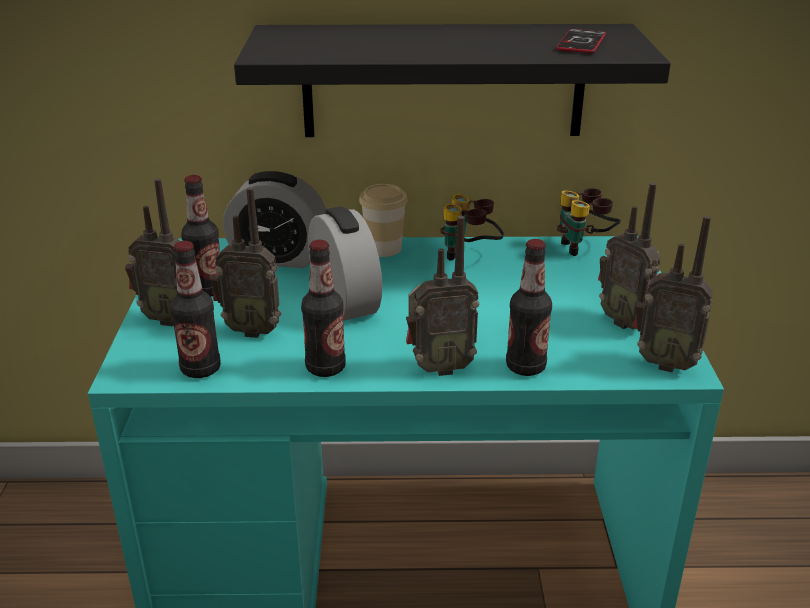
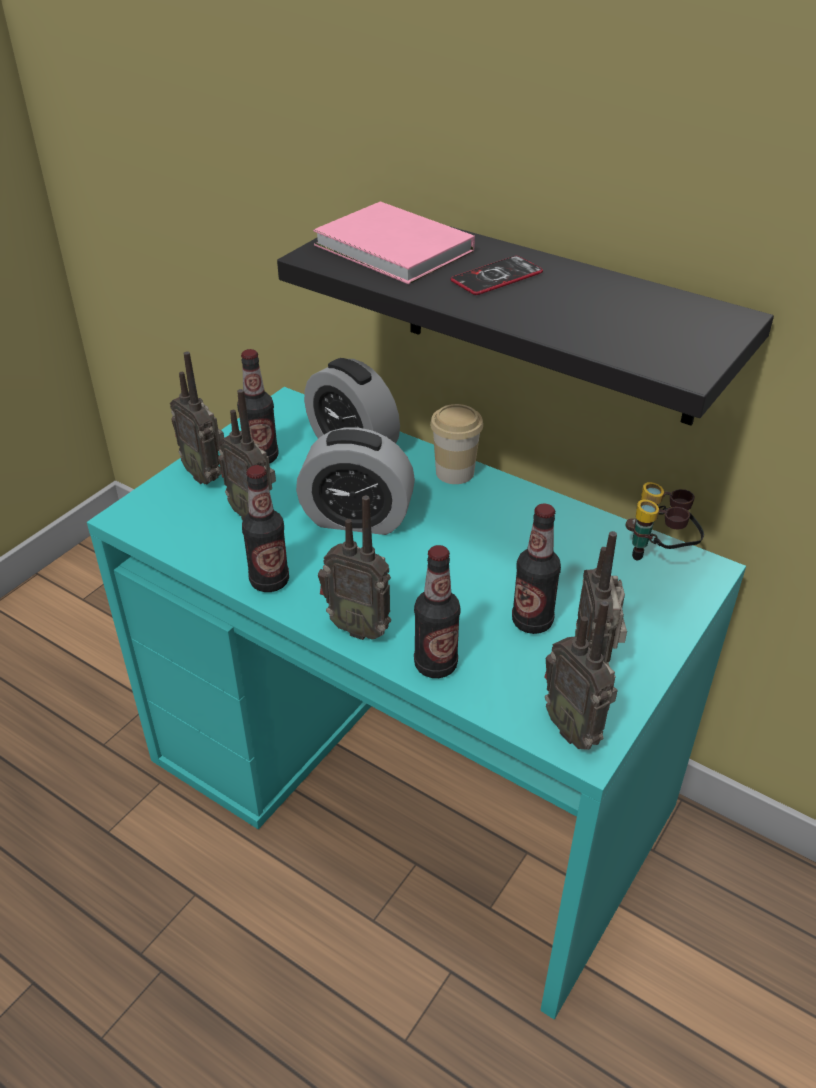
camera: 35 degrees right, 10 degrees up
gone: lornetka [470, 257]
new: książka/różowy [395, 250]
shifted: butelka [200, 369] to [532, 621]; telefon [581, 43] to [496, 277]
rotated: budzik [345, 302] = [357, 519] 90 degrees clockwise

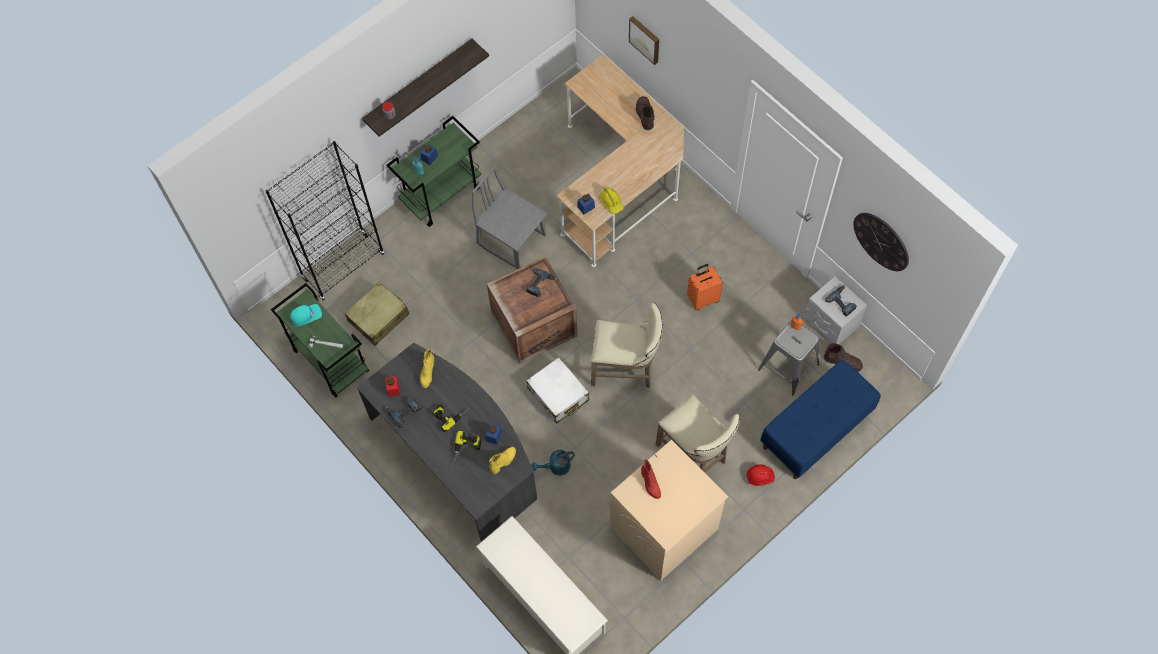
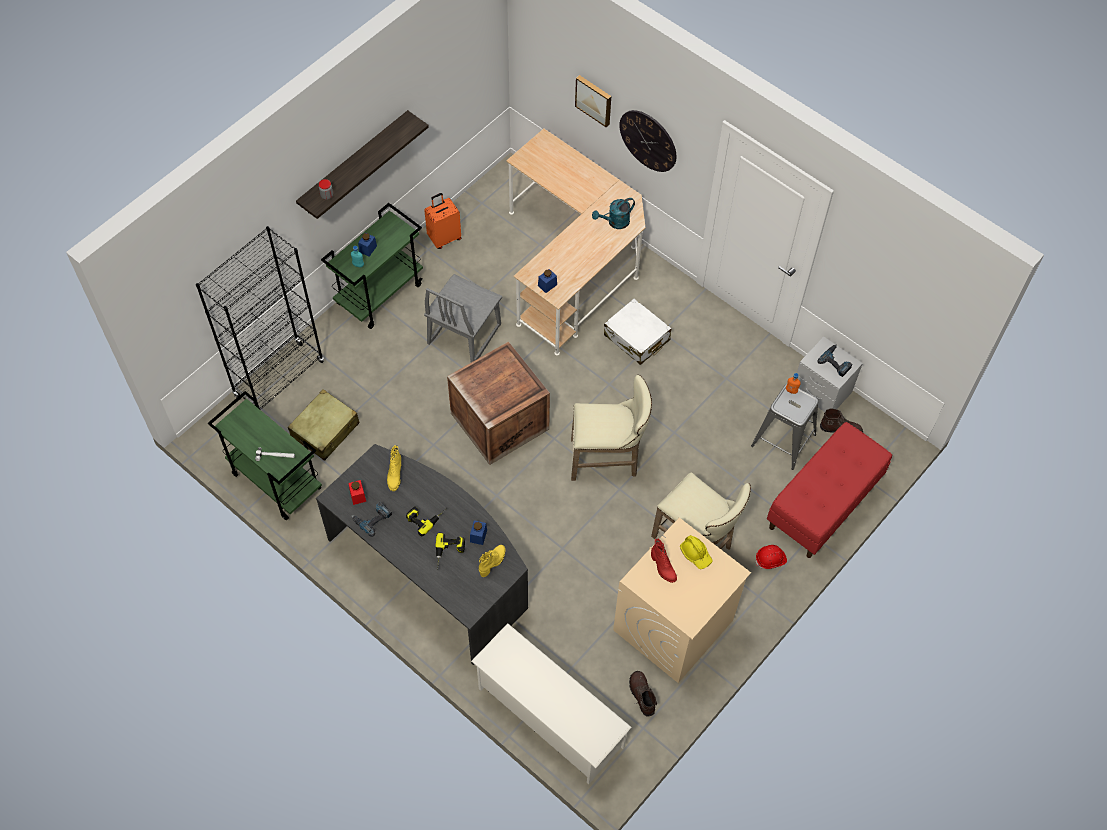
camera: 10 degrees left, 5 degrees down
gone: czapka z daszkiem/turkusowy [306, 315]; wiertarka [541, 284]
shifted: walizka/biały [558, 394] to [636, 338]; konewka/turkusowy [556, 467] to [615, 222]; kask/żółty [611, 202] to [696, 554]; but z cholewką/brązowy [644, 115] to [641, 695]; walizka/pomarańczowy [703, 298] to [444, 238]; zegar ścienny [881, 241] to [648, 140]
repainted: ławka/niebieski [816, 430] to ławka/czerwony [823, 504]
rotated: krzesło/szary [512, 239] = [463, 334] 90 degrees counterclockwise

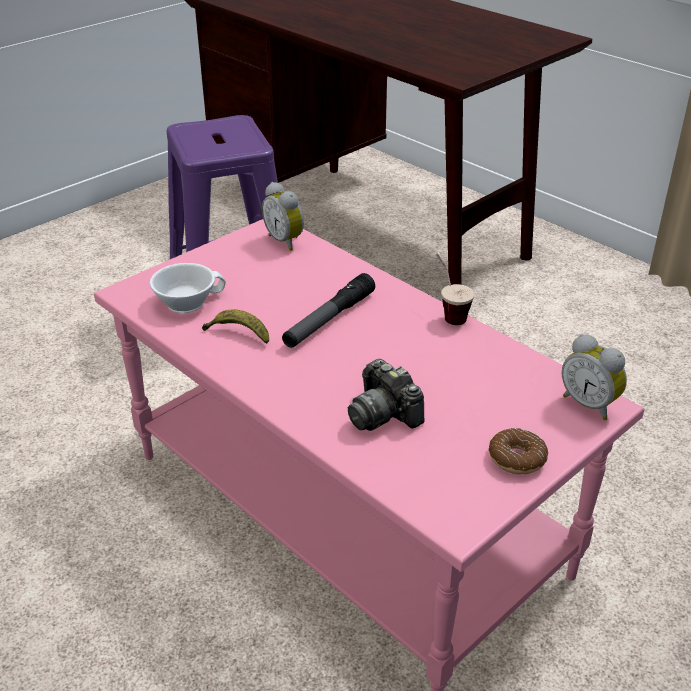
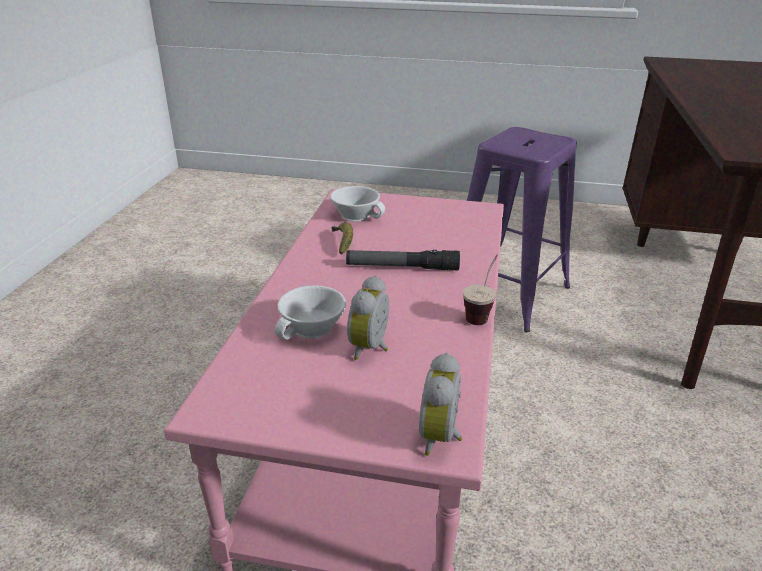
camera: 55 degrees right, 5 degrees down
gone: donut [517, 458]
shifted: budzik [286, 241] to [372, 348]
swapped: aparat fotograficzny [383, 413] to filiżanka/biały [313, 329]

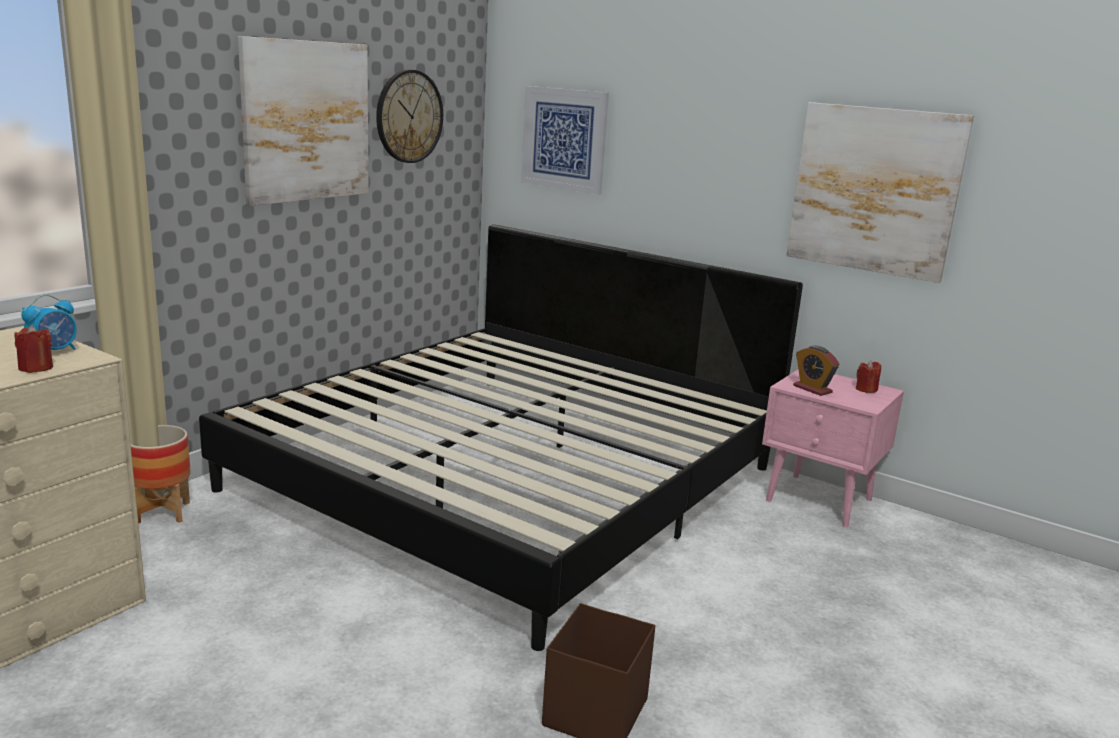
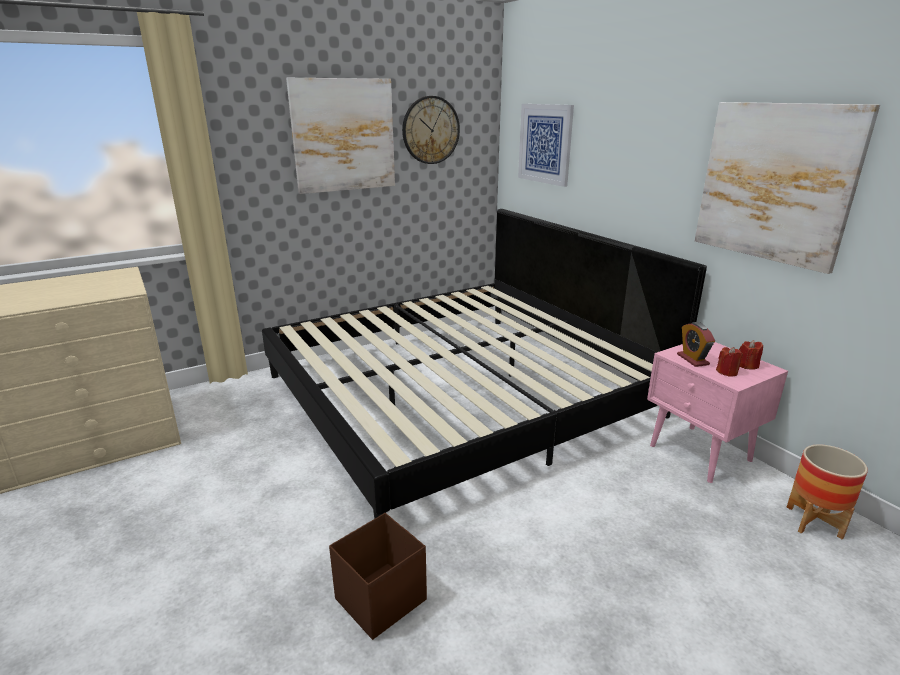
camera: 25 degrees right, 5 degrees up
gone: budzik [54, 351]
shifted: świeca/czerwony [36, 368] to [727, 372]; donica [162, 513] to [813, 522]

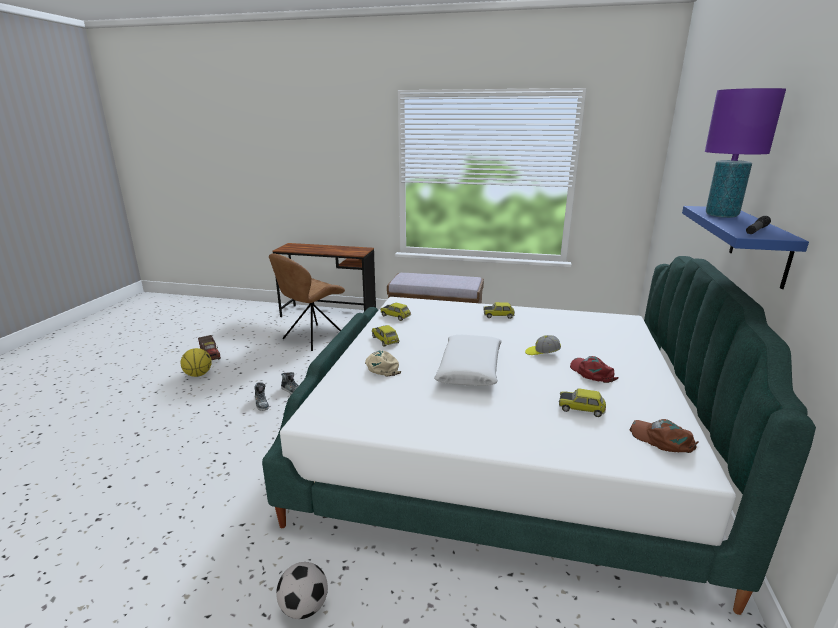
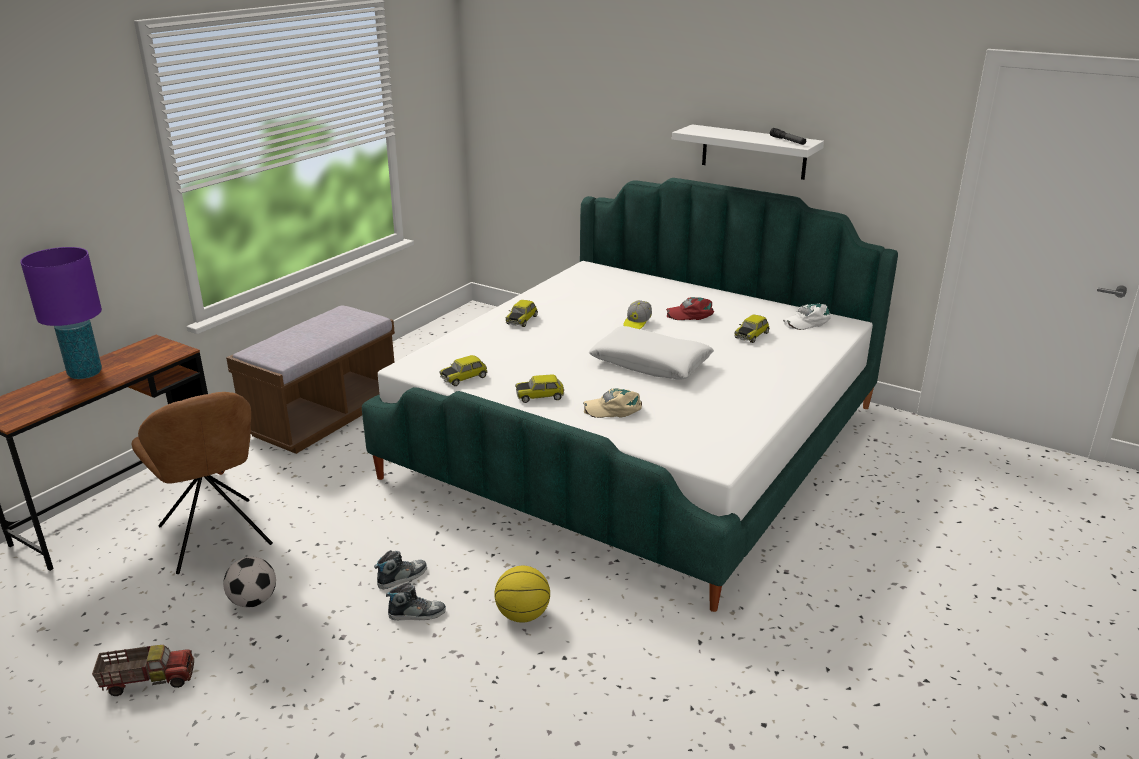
camera: 70 degrees left, 5 degrees up
shifted: piłka do koszykówki [198, 374] to [522, 615]; piłka futbolowa [304, 607] to [253, 601]; lampa stołowa/fioletowy [722, 215] to [85, 373]
repainted: czapka z daszkiem/brązowy [662, 439] to czapka z daszkiem/biały [806, 322]; półka/niebieski [759, 245] to półka/biały [753, 152]

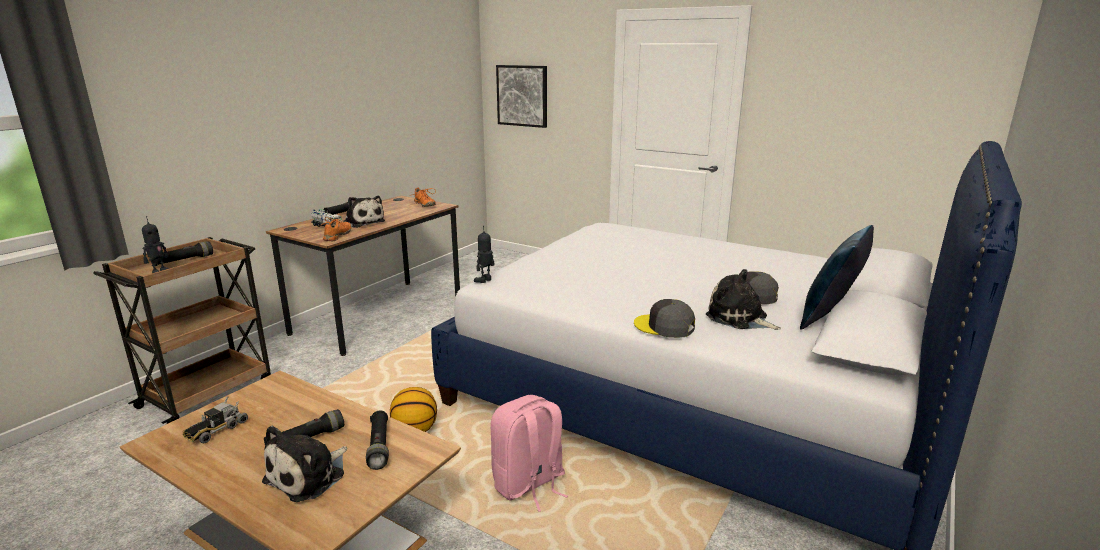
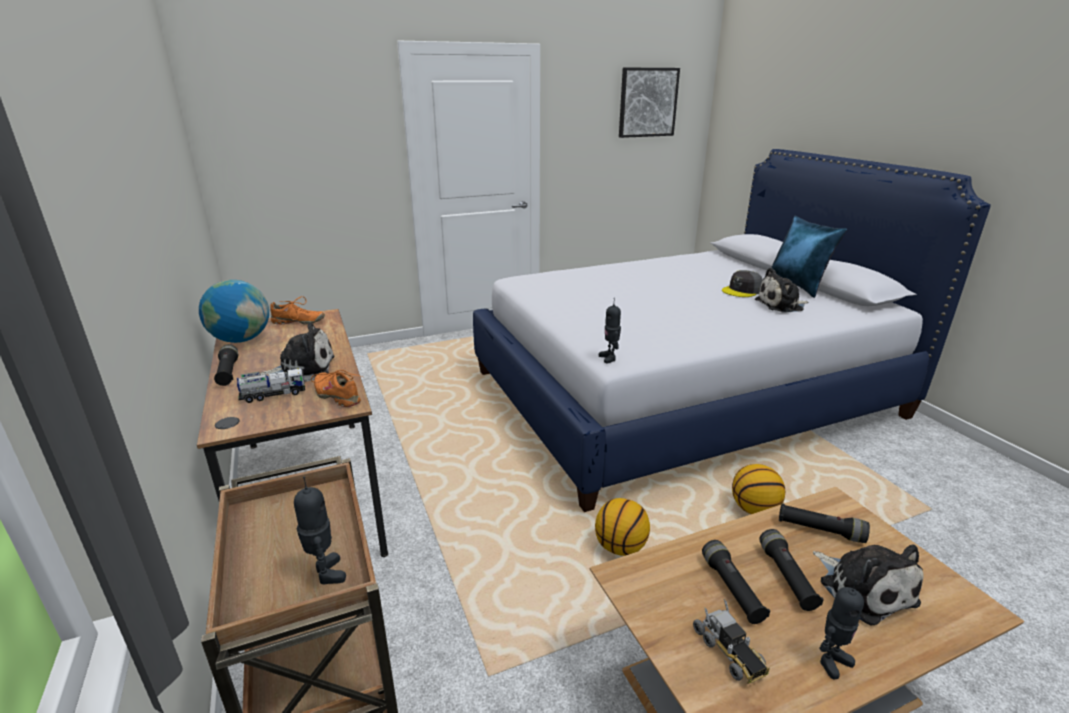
camera: 55 degrees left, 5 degrees up
gone: czapka z daszkiem/szary [664, 326]
new: globus [241, 339]; robot zabawkowy [831, 661]
shifted: latarka/czarny [184, 260] to [731, 589]; obraz [522, 95] to [647, 102]
swapped: plecak/różowy [529, 485] to piłka do koszykówki [754, 509]

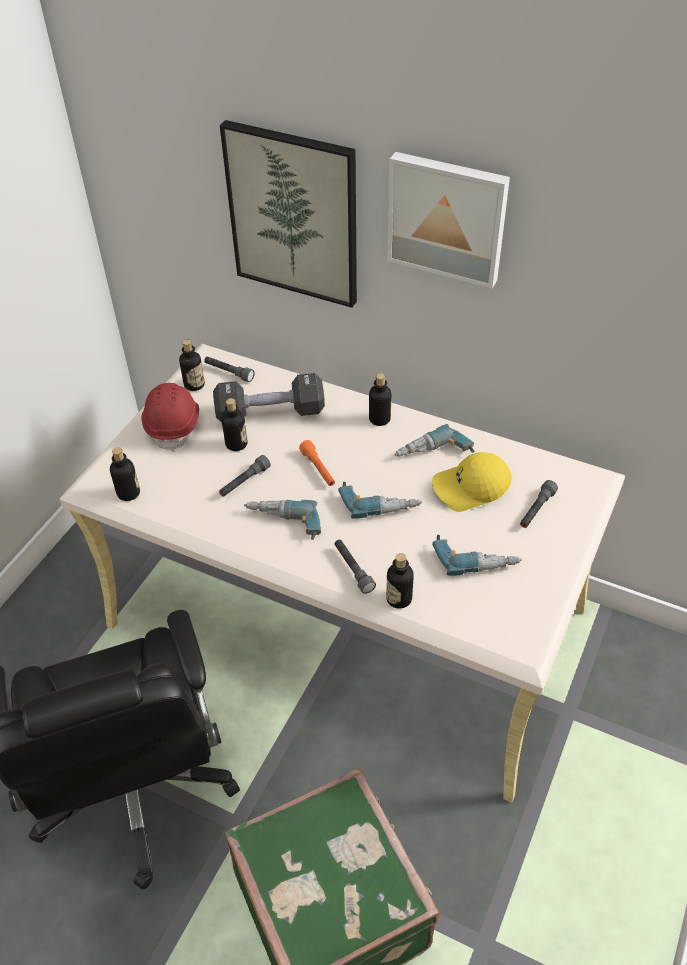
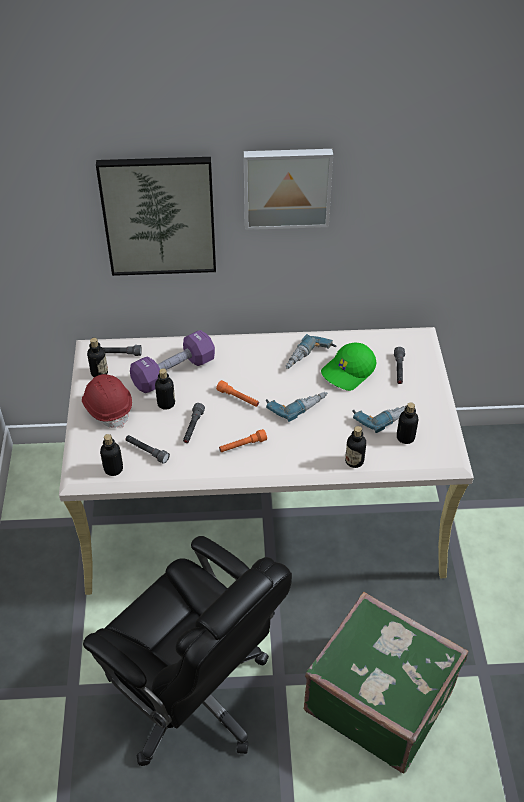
camera: 30 degrees left, 0 degrees up
shifted: latarka/szary [353, 569] to [147, 451]; butelka [379, 419] to [405, 437]
swapped: wiertarka [282, 525] to latarka/pomarańczowy [242, 446]
repainted: hantel/czarny [270, 413] to hantel/fioletowy [174, 372]; czapka z daszkiem/żółty [470, 488] to czapka z daszkiem/zielony [348, 372]

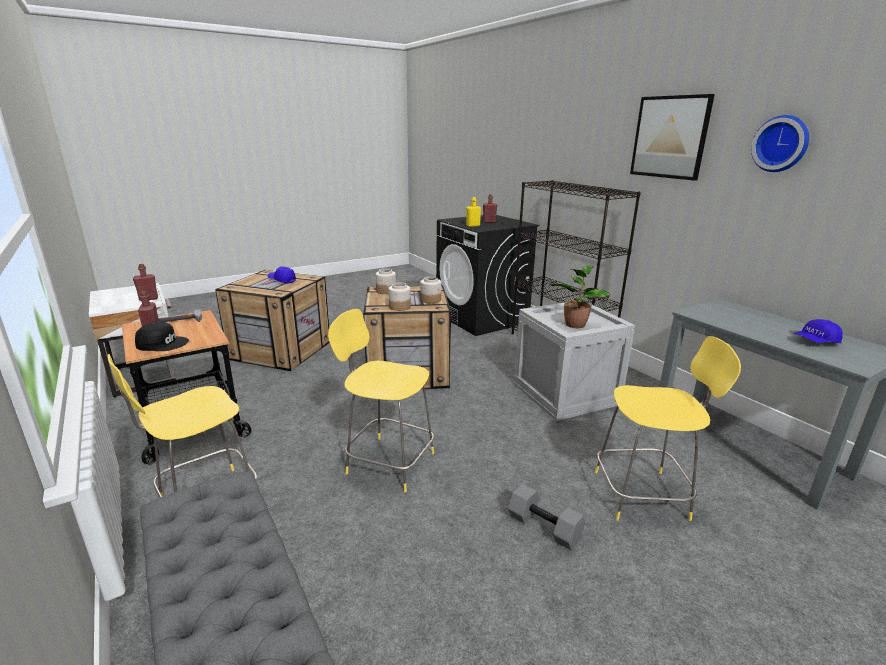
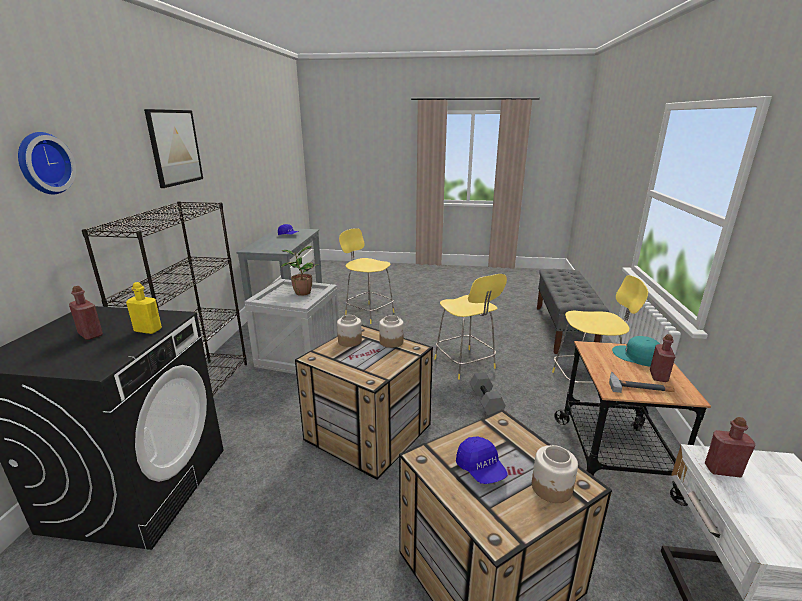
camera: 140 degrees left, 0 degrees up
shifted: słoik [385, 291] to [552, 488]; hantel/szary [543, 528] to [486, 402]; zegar ścienny [781, 144] to [42, 163]
repainted: czapka z daszkiem/czarny [162, 343] to czapka z daszkiem/turkusowy [637, 356]

